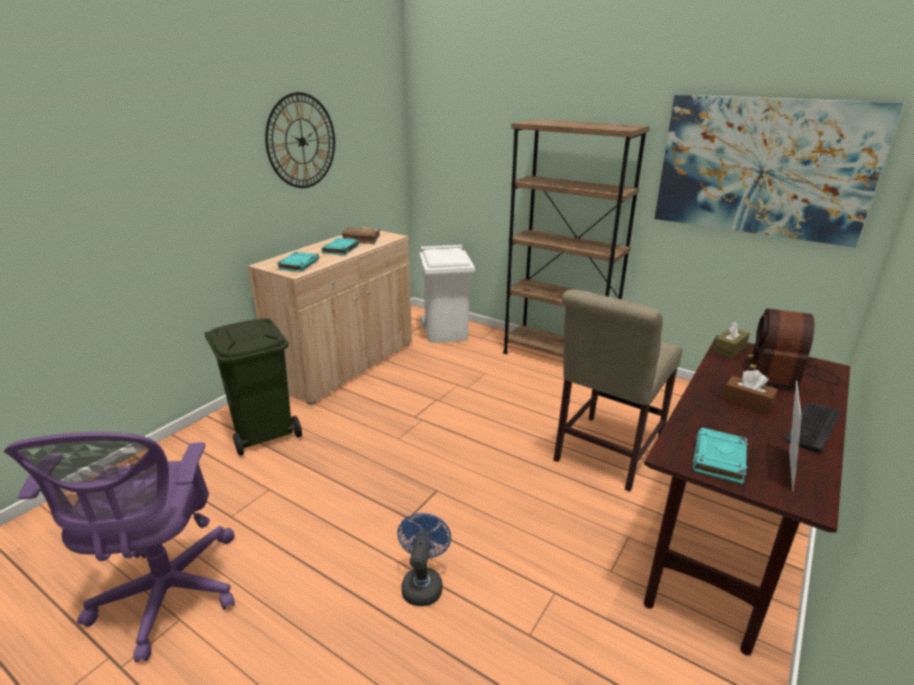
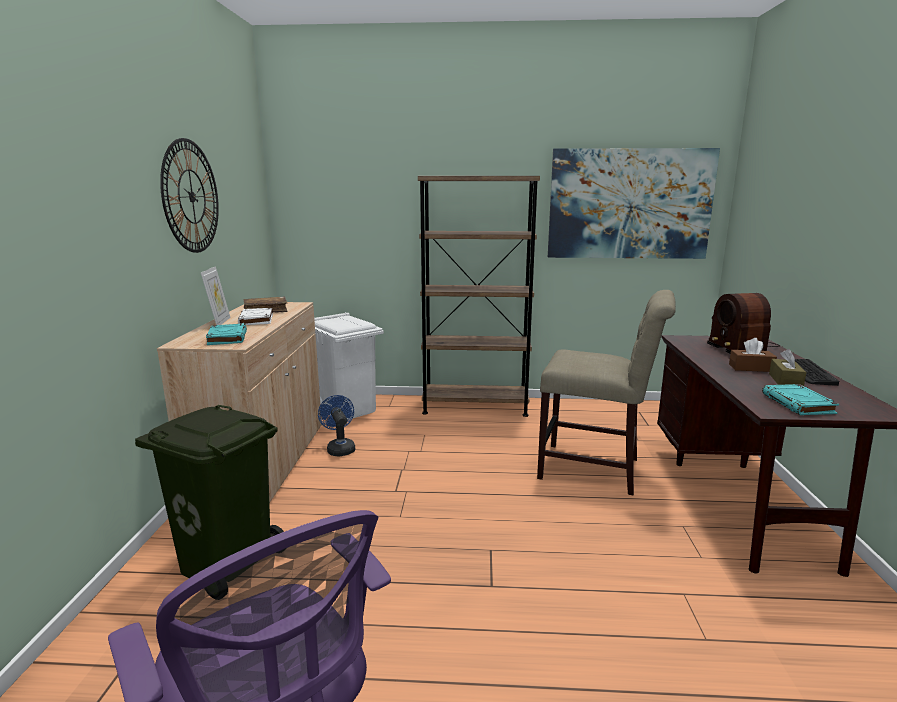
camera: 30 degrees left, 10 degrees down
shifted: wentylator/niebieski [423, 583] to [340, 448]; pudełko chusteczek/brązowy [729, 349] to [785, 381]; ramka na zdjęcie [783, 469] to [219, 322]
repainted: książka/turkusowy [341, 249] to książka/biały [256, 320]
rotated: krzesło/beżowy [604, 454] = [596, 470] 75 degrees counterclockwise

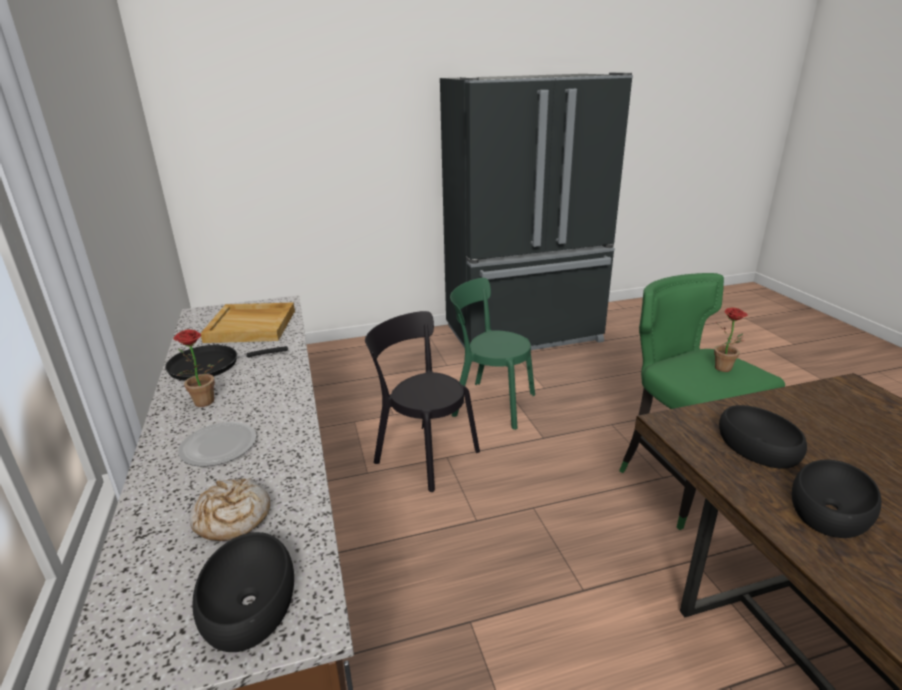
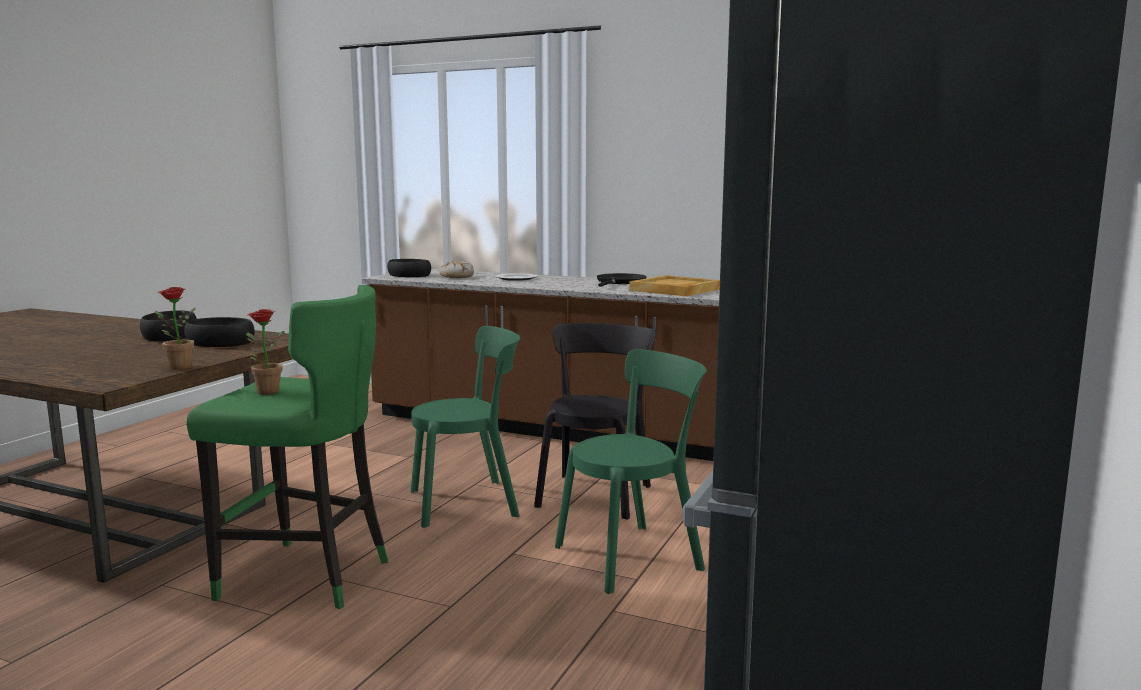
camera: 130 degrees right, 15 degrees down
new: krzesło/zielony [469, 502]
shifted: roślina doniczkowa [204, 404] to [176, 367]
rotated: krzesło/czarny [423, 454] = [596, 494] 60 degrees counterclockwise

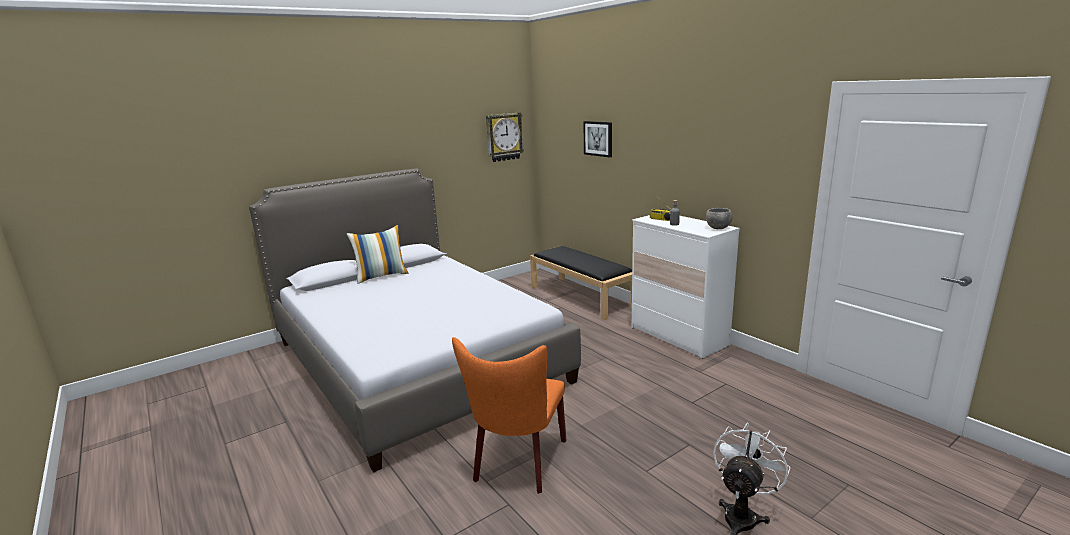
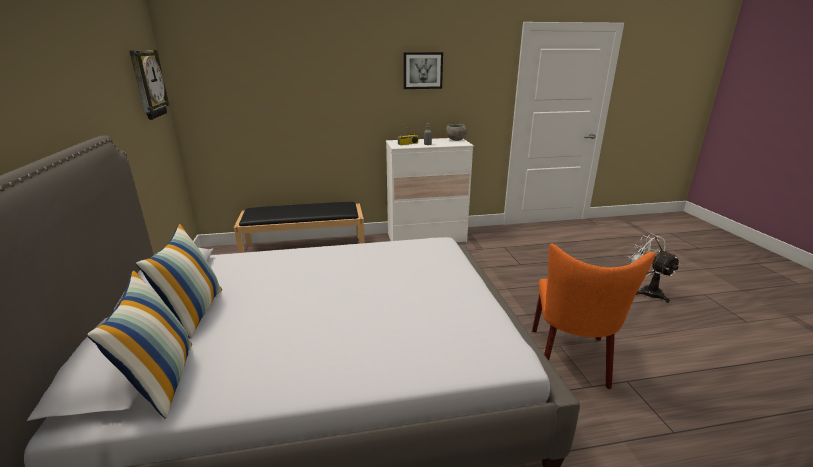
camera: 65 degrees left, 5 degrees up
new: poduszka [161, 380]
shifted: obraz [598, 138] to [422, 70]
rotated: krzesło/pomarańczowy [518, 464] = [571, 361] 60 degrees clockwise

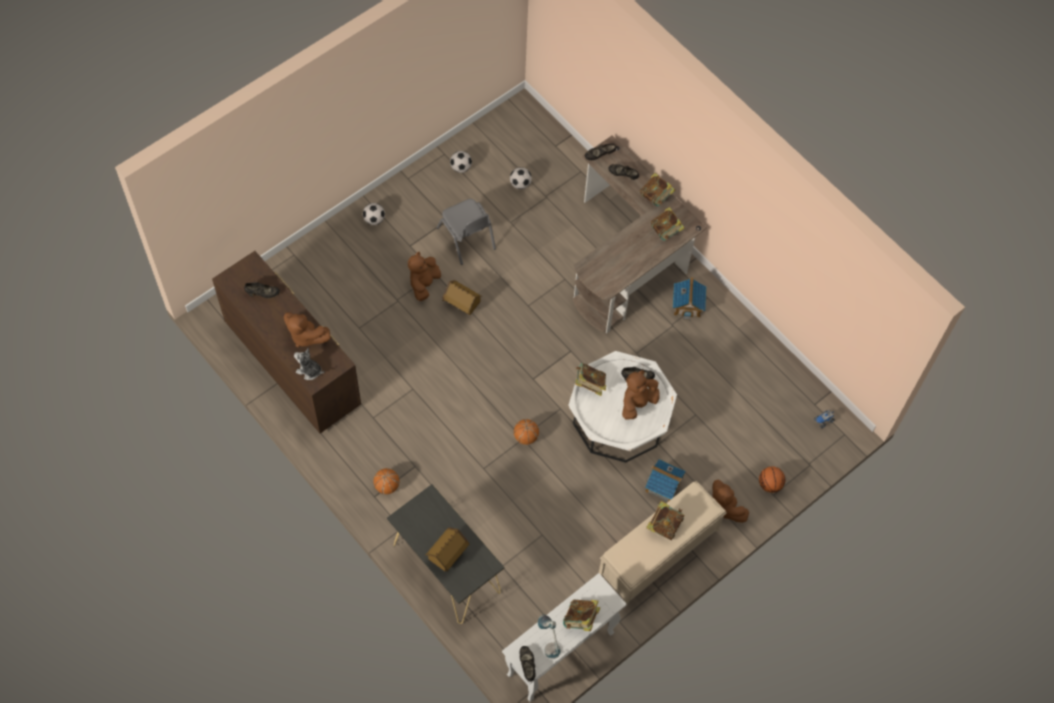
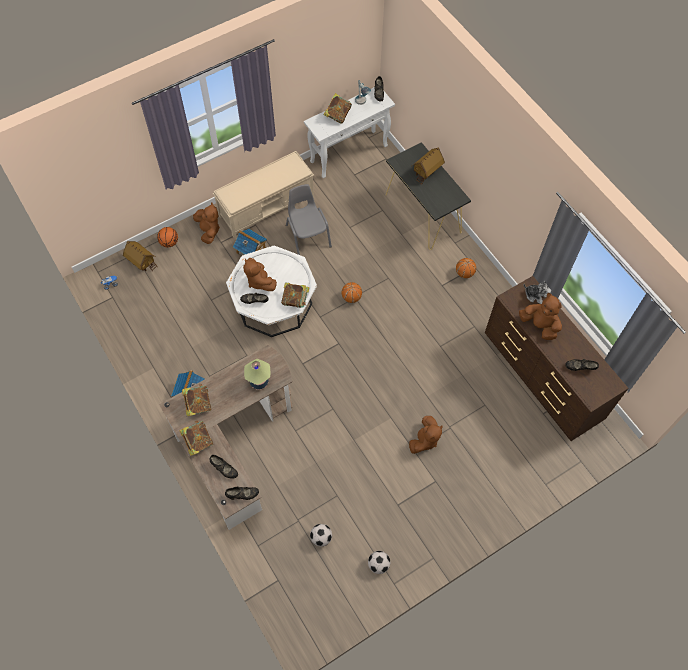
camera: 170 degrees left, 0 degrees up
gone: piłka futbolowa [374, 219]; książka [664, 525]
new: lampa stołowa [259, 382]
shifted: krzesło/szary [466, 238] to [308, 235]; domek [462, 304] to [142, 262]
rotated: pluszak/brązowy [637, 403] = [259, 281] 90 degrees clockwise

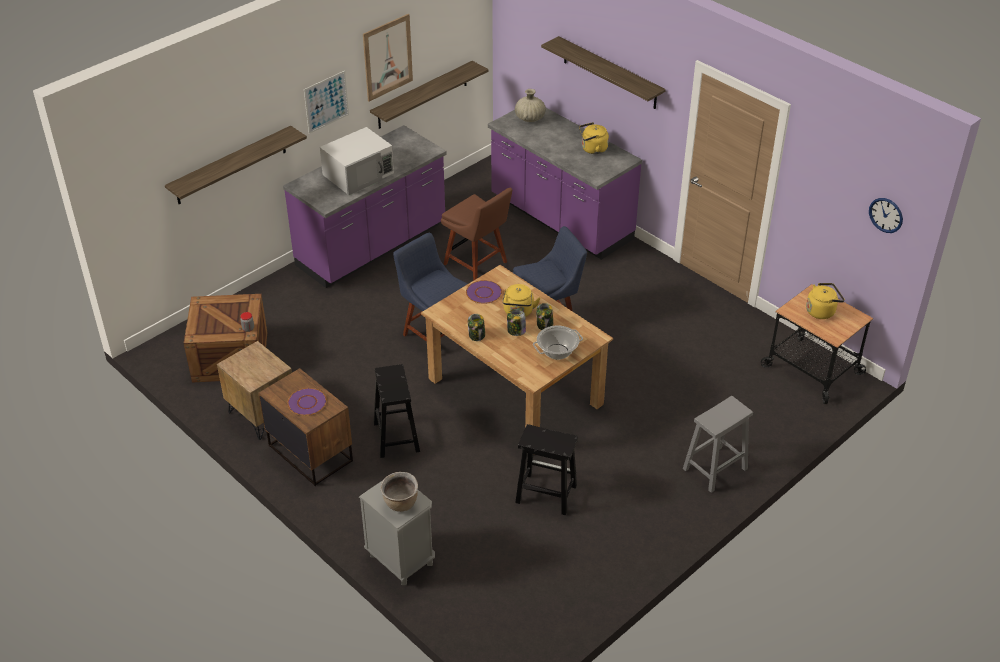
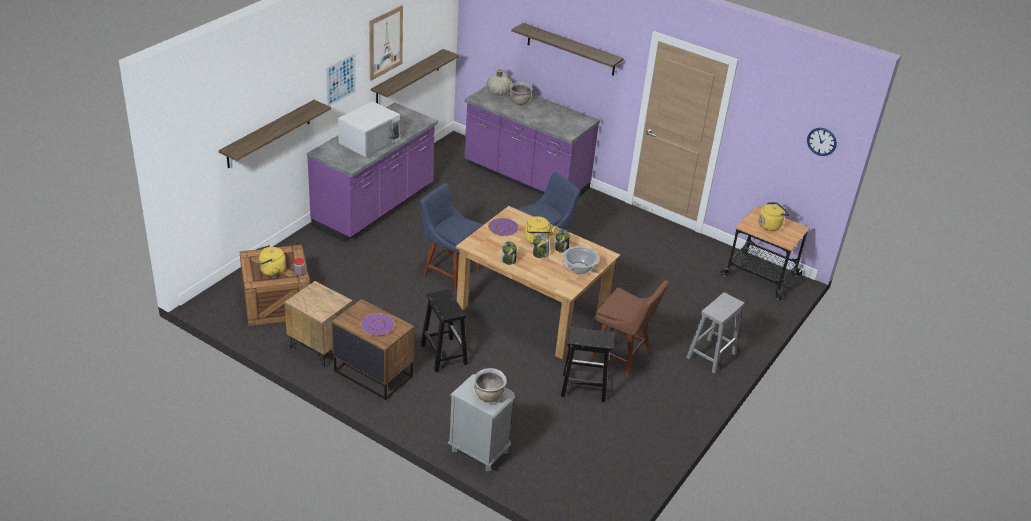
camera: 15 degrees left, 5 degrees down
new: garnek/brązowy [519, 102]
shifted: krzesło/brązowy [477, 264] to [622, 355]; czajnik/żółty [592, 149] to [271, 271]

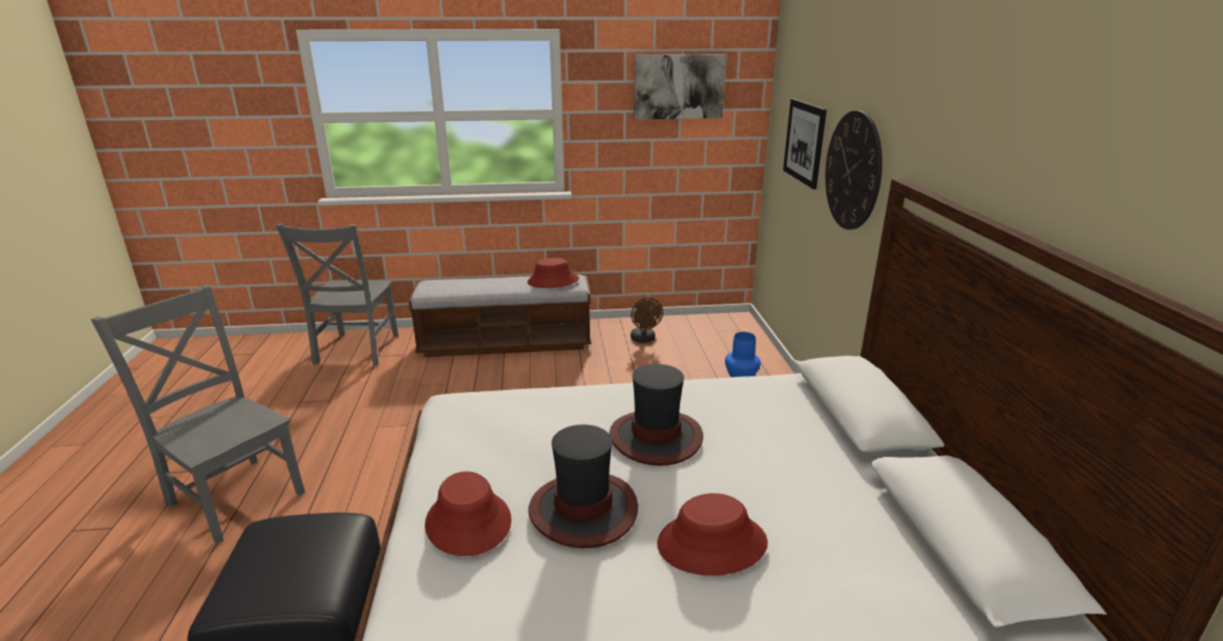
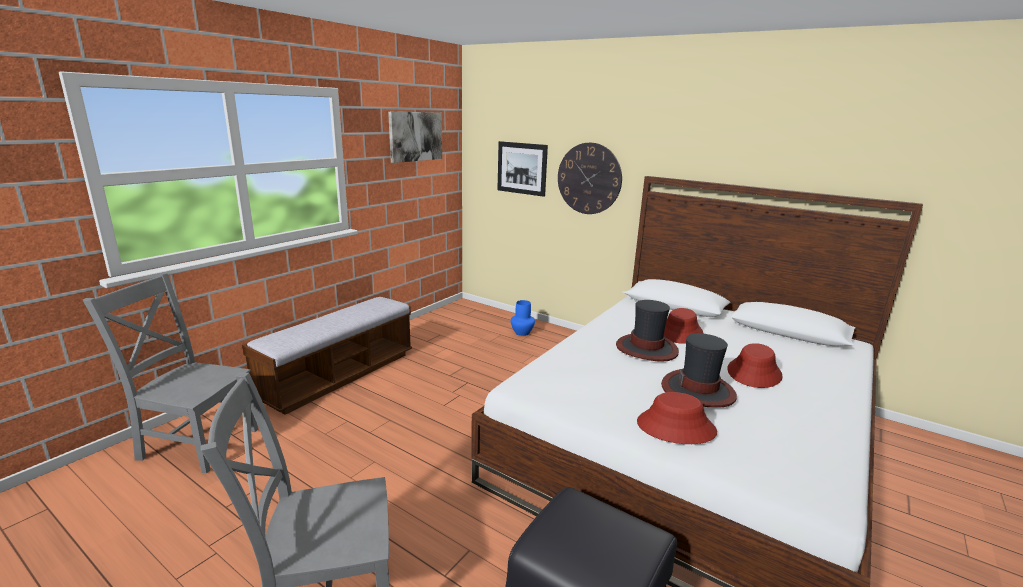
camera: 50 degrees left, 5 degrees down
gone: wentylator/brązowy [644, 339]
shifted: kapelusz/czerwony [553, 281] to [680, 333]
rotated: krzesło/szary [355, 351] = [196, 442] 150 degrees clockwise

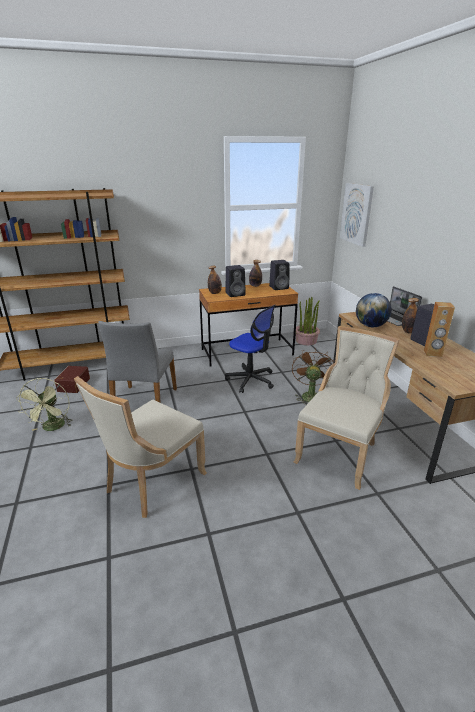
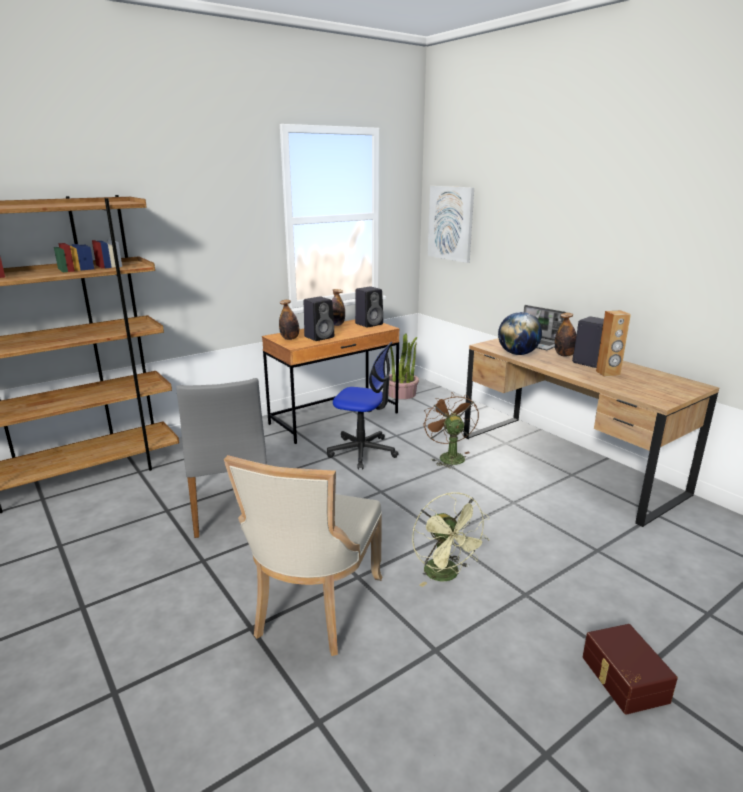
camera: 20 degrees left, 5 degrees down
gone: krzesło/beżowy [340, 452]
shifted: wentylator/zielony [53, 428] to [446, 575]; pojemnik do przechowywania/brązowy [73, 384] to [623, 679]

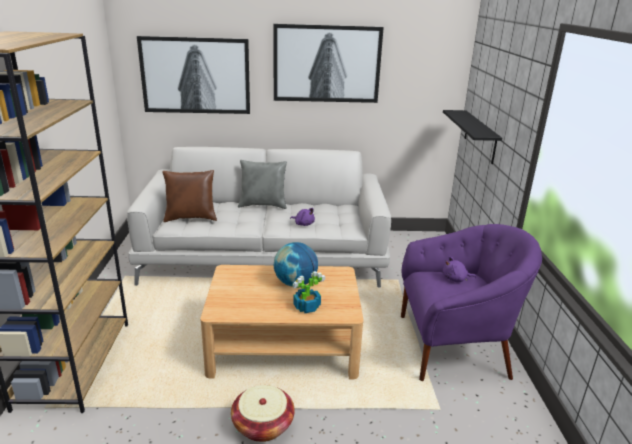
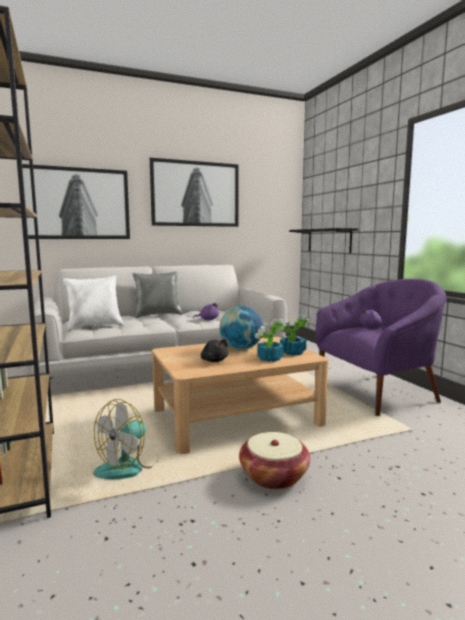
camera: 20 degrees left, 15 degrees down
new: wentylator [128, 466]; pluszak/czarny [214, 361]; roślina doniczkowa [292, 352]
repainted: poduszka/brązowy [191, 218] to poduszka/biały [95, 326]

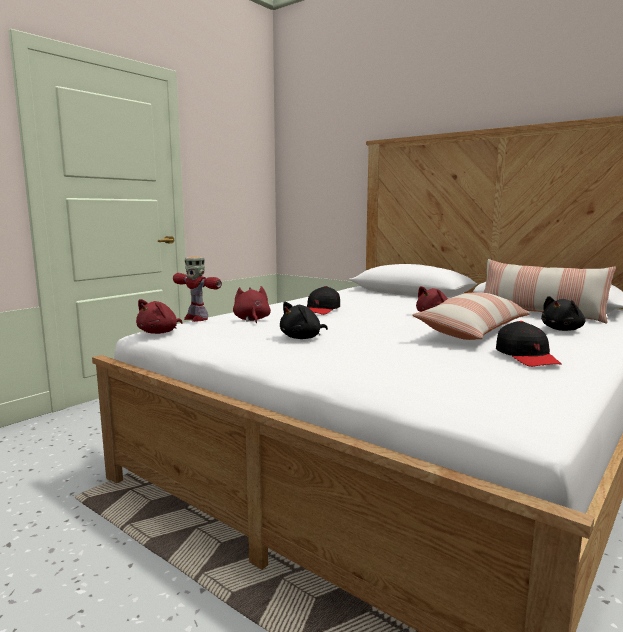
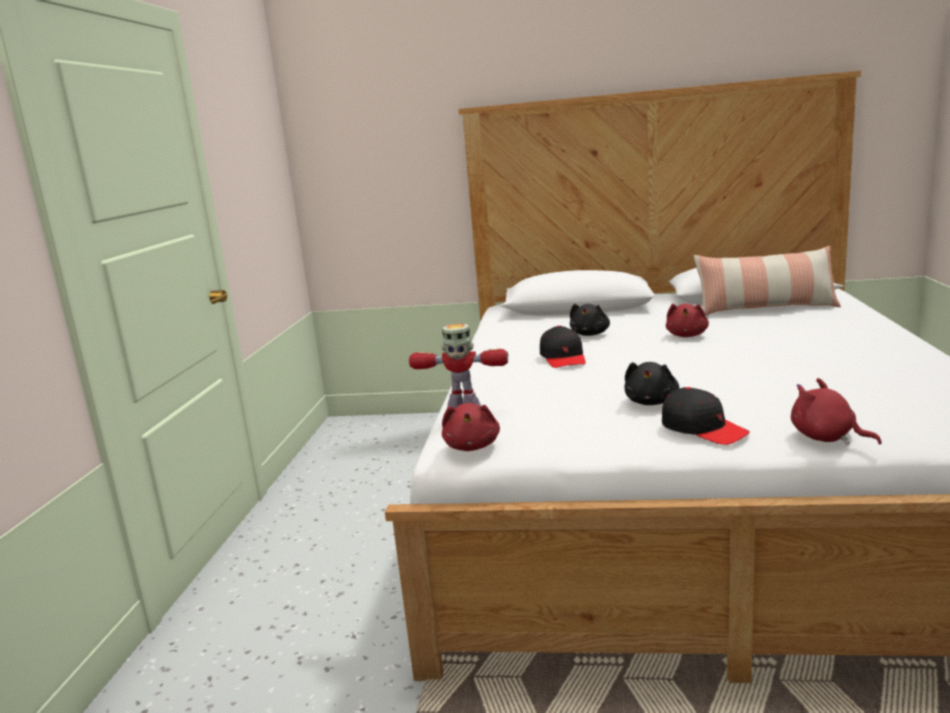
camera: 30 degrees left, 5 degrees up
gone: poduszka [474, 331]
shifted: pluszak/czerwony [251, 320] to [826, 438]; czapka z daszkiem/czarny [526, 356] to [703, 429]; pluszak/czarny [562, 330] to [590, 334]

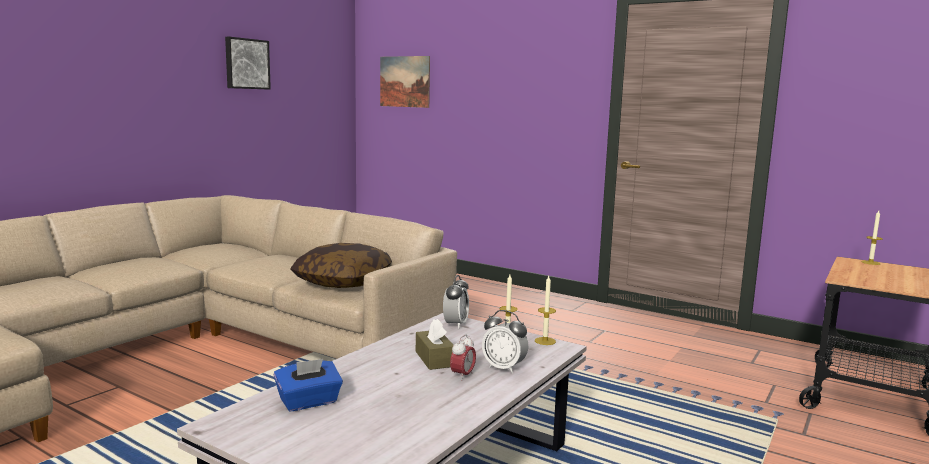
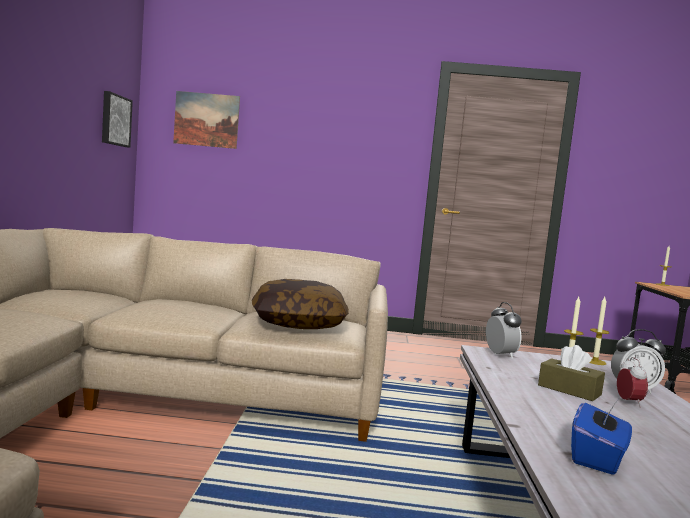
camera: 30 degrees left, 5 degrees down
shifted: obraz [246, 64] to [114, 120]

